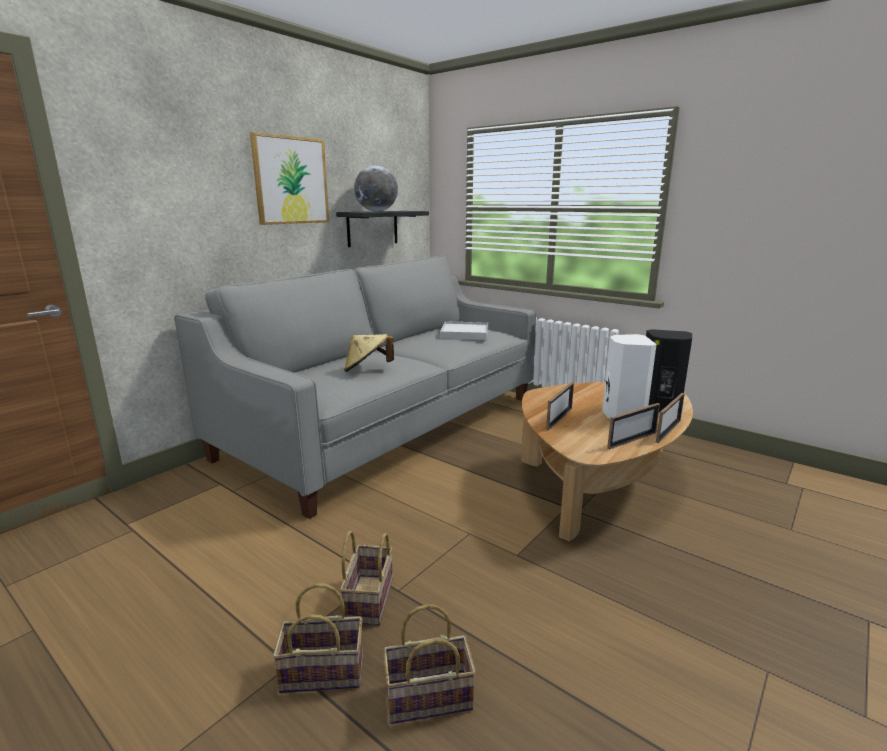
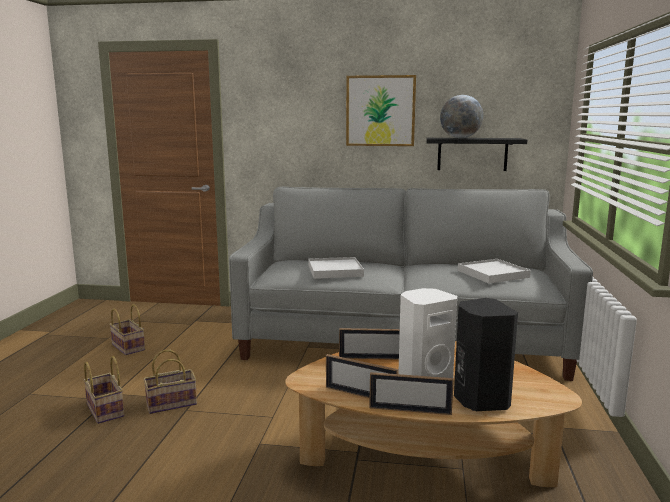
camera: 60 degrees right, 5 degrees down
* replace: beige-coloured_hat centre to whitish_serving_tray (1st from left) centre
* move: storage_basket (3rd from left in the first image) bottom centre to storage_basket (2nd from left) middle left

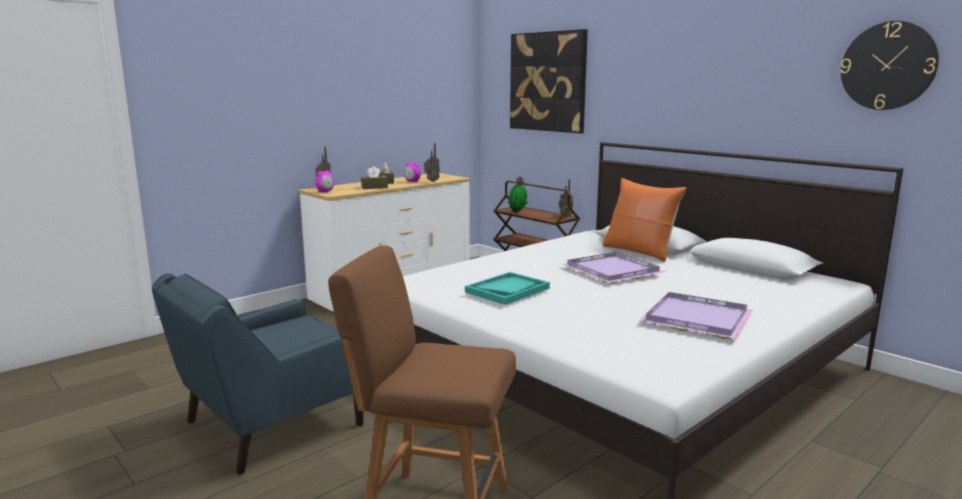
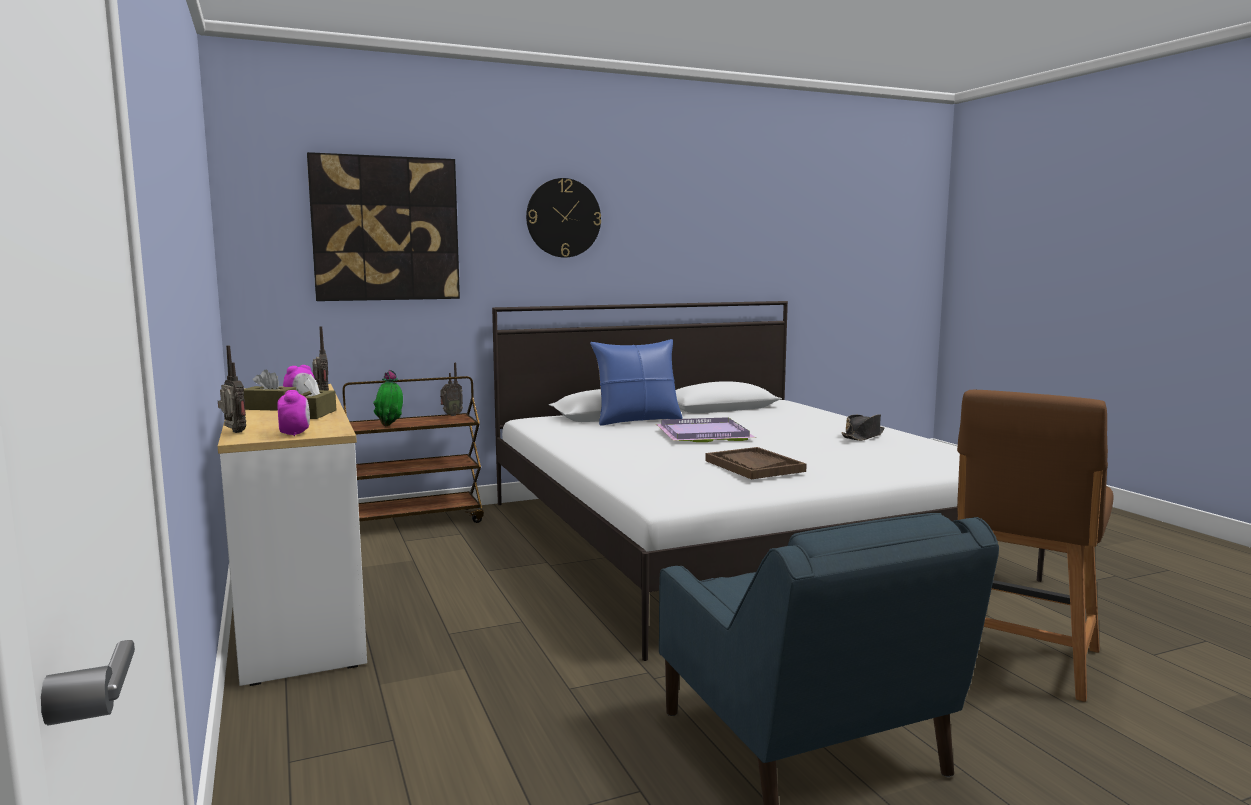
camera: 70 degrees left, 5 degrees down
* move: hanging_clock top right to top centre
* recolor: orangey_pillow middle right to bluish_pillow centre
* recolor: turquoise_serving_tray centre to brown-coloured_serving_tray centre
* replace: purplish_serving_tray (2nd from left) middle right to black-coloured_hat middle right

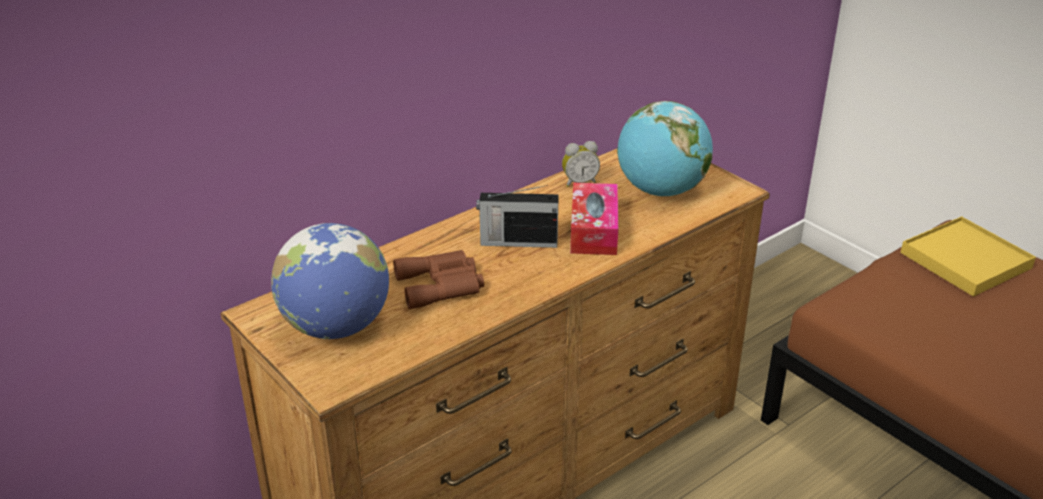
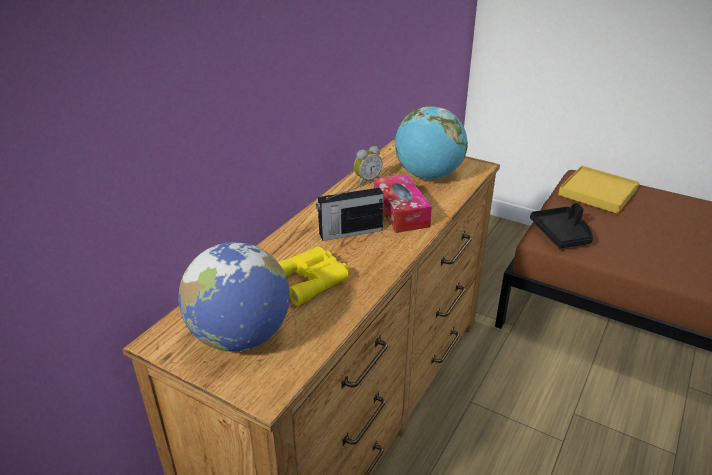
camera: 20 degrees left, 0 degrees up
* recolor: brown-coloured_pair_of_binoculars centre to yellow-coloured_pair_of_binoculars centre
* insert: black-coloured_serving_tray middle right

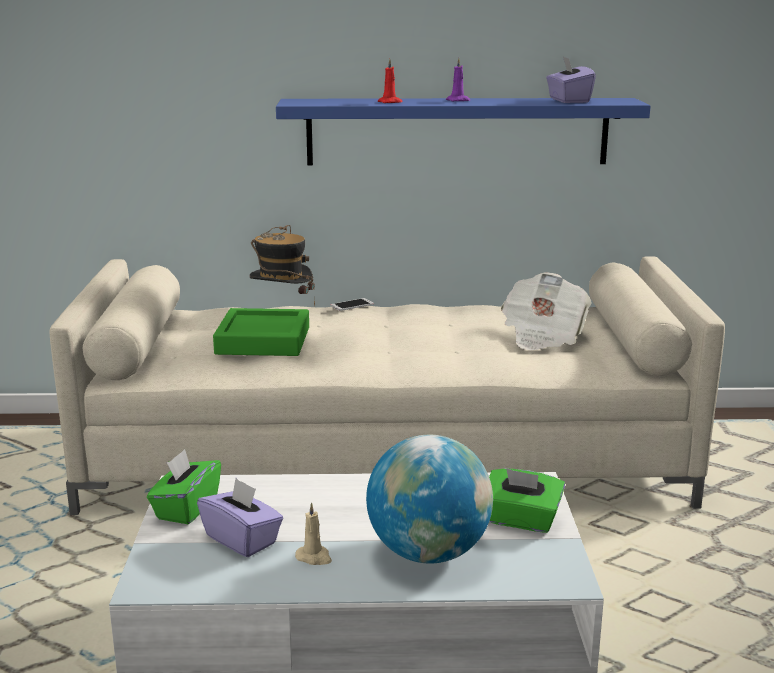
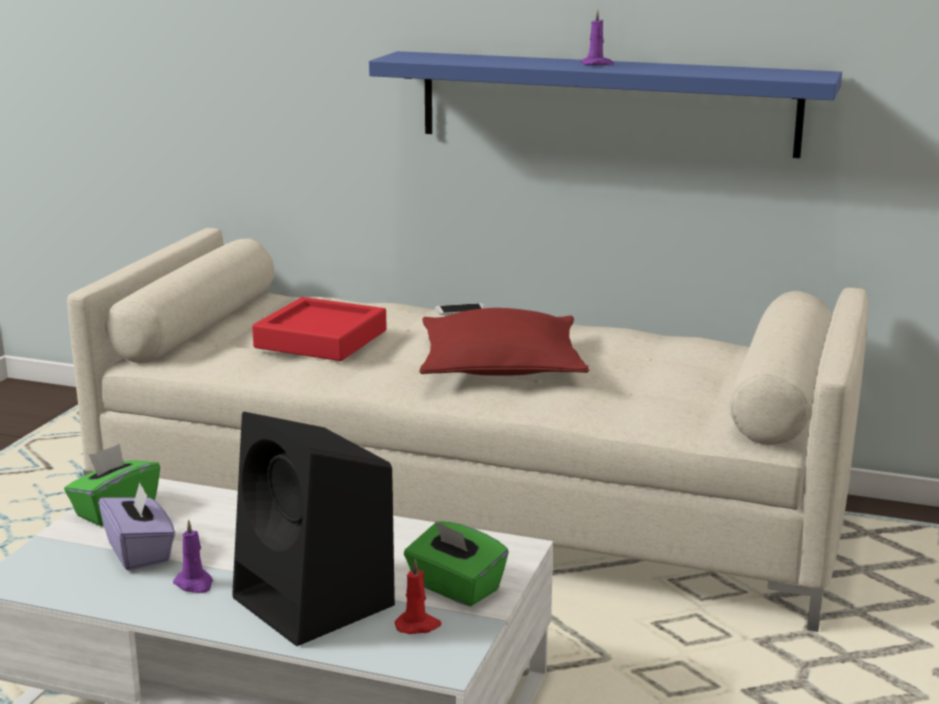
camera: 20 degrees right, 0 degrees up
* delete: purplish_tissue_holder (2nd from left) top right
* move: red_wax_light top centre to bottom centre
* delete: hat centre
* delete: newspaper middle right
* recolor: greenish_serving_tray centre to red_serving_tray centre
* replace: world_globe bottom centre to black-coloured_speaker bottom centre
* recolor: beige-coloured_wax_light bottom centre to purplish_wax_light (1st from left) bottom left
* insert: red_pillow centre

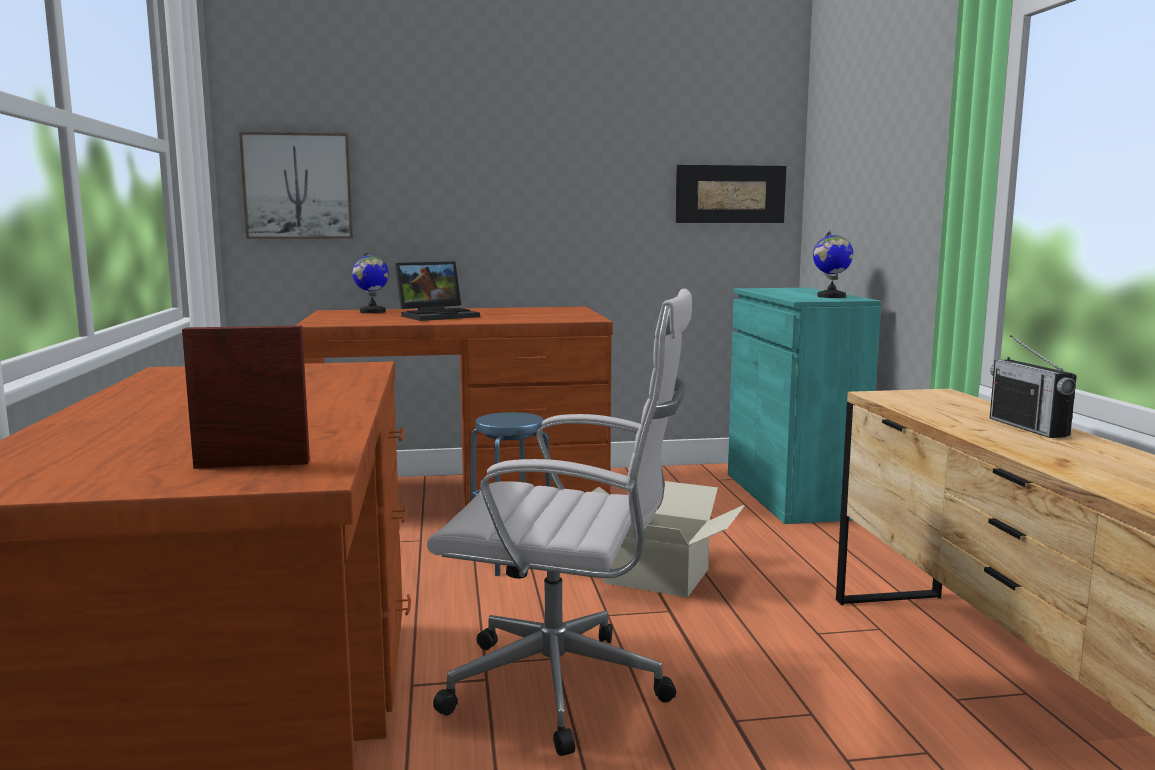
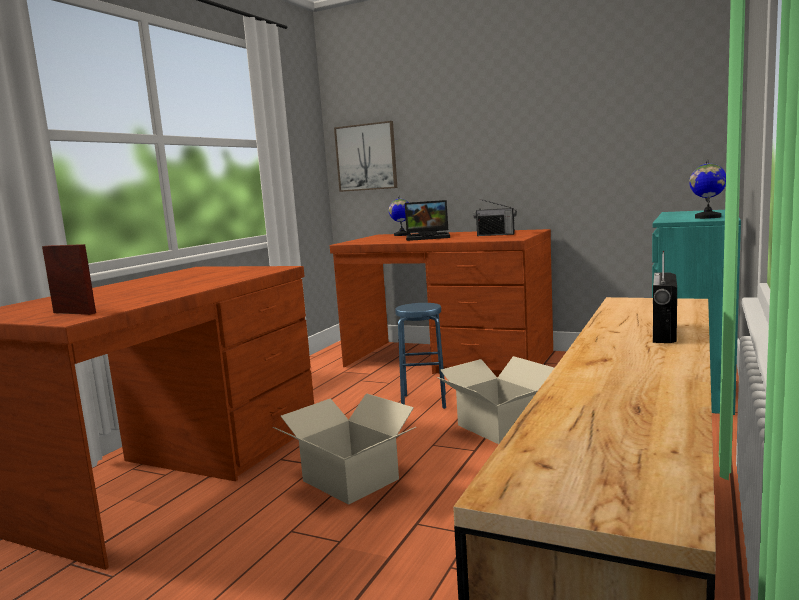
camera: 35 degrees right, 0 degrees up
* delete: picture (2nd from left) top centre
* replace: whitish_office_chair bottom centre to carton (1st from left) bottom centre
* insert: radio_set (1st from left) centre

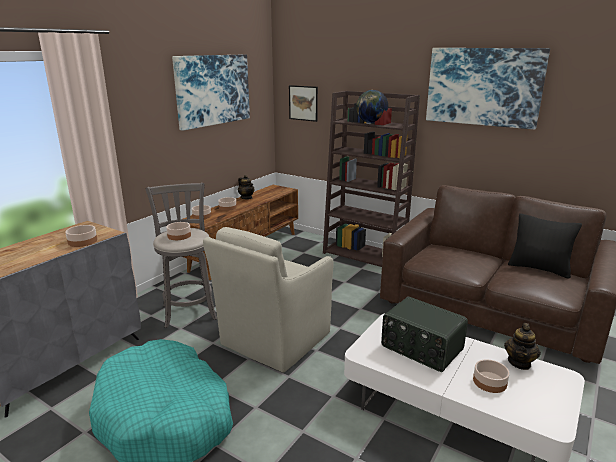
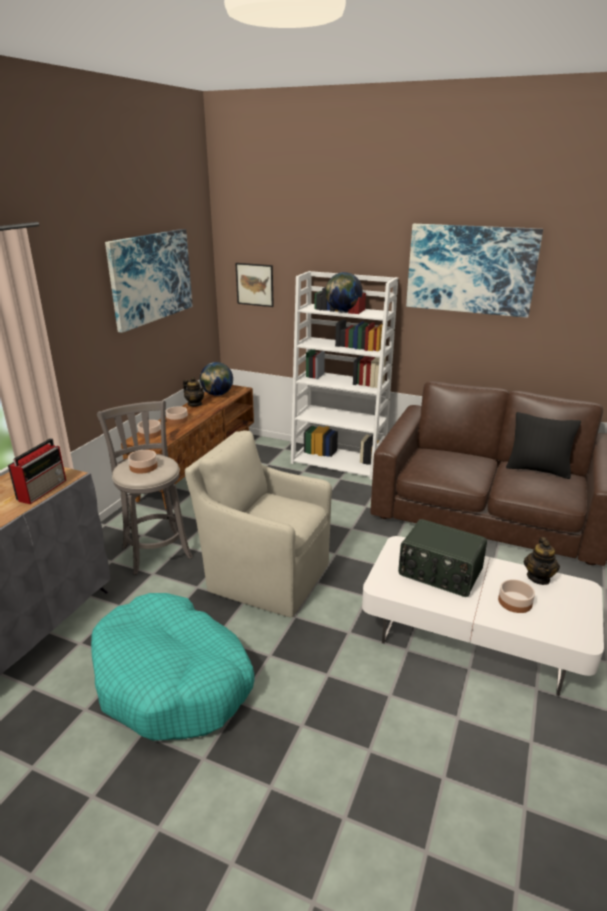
camera: 10 degrees left, 5 degrees up
* recolor: brown-coloured_bookshelf centre to whitish_bookshelf centre
* replace: serving_bowl (1st from left) middle left to radio_set (1st from left) middle left
* rotate: beige-coloured_lounge_chair centre = centre 90 degrees clockwise
* insert: world_globe (1st from left) centre

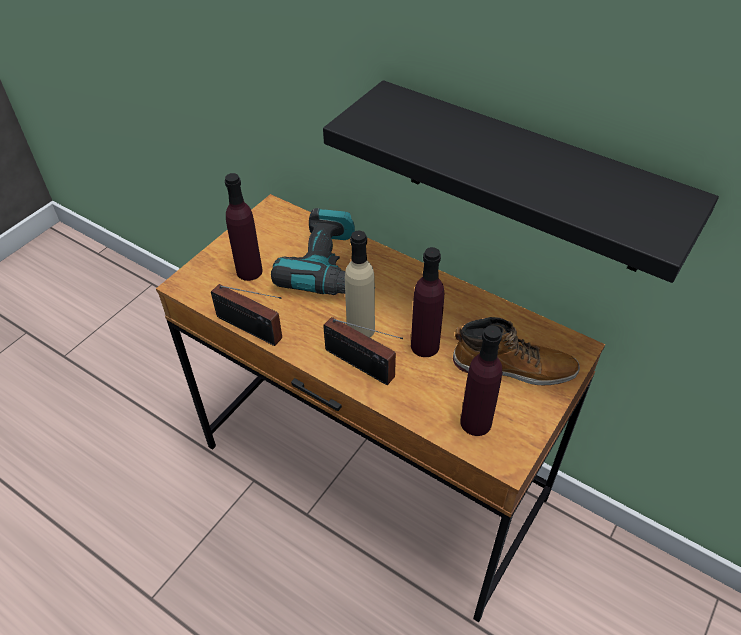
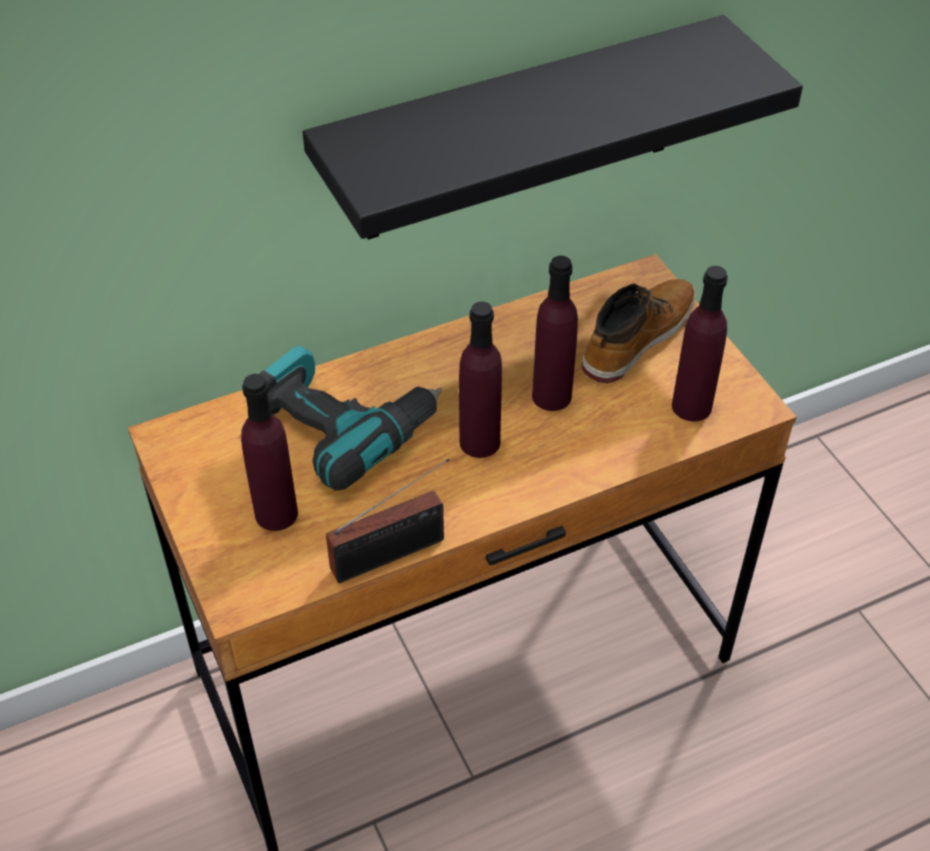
camera: 60 degrees left, 0 degrees up
* recolor: beige-coloured_beverage_bottle centre to purplish_beverage_bottle (2nd from left) centre
* delete: radio_set (2nd from left) centre

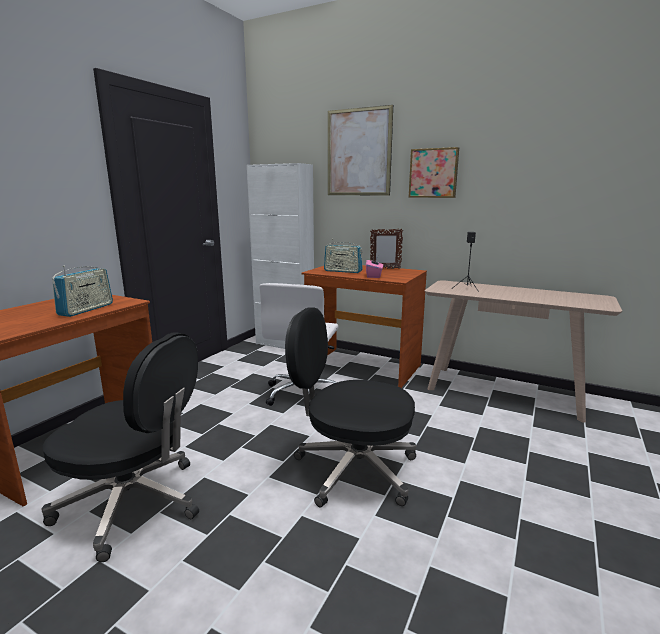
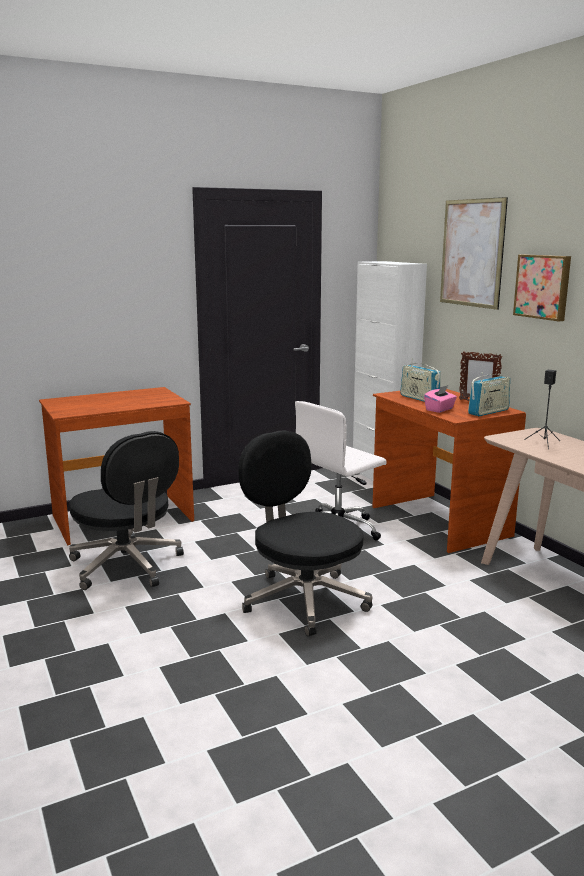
camera: 35 degrees right, 0 degrees up
* move: radio_set (1st from left in the first image) middle left to radio_set (2nd from left) middle right

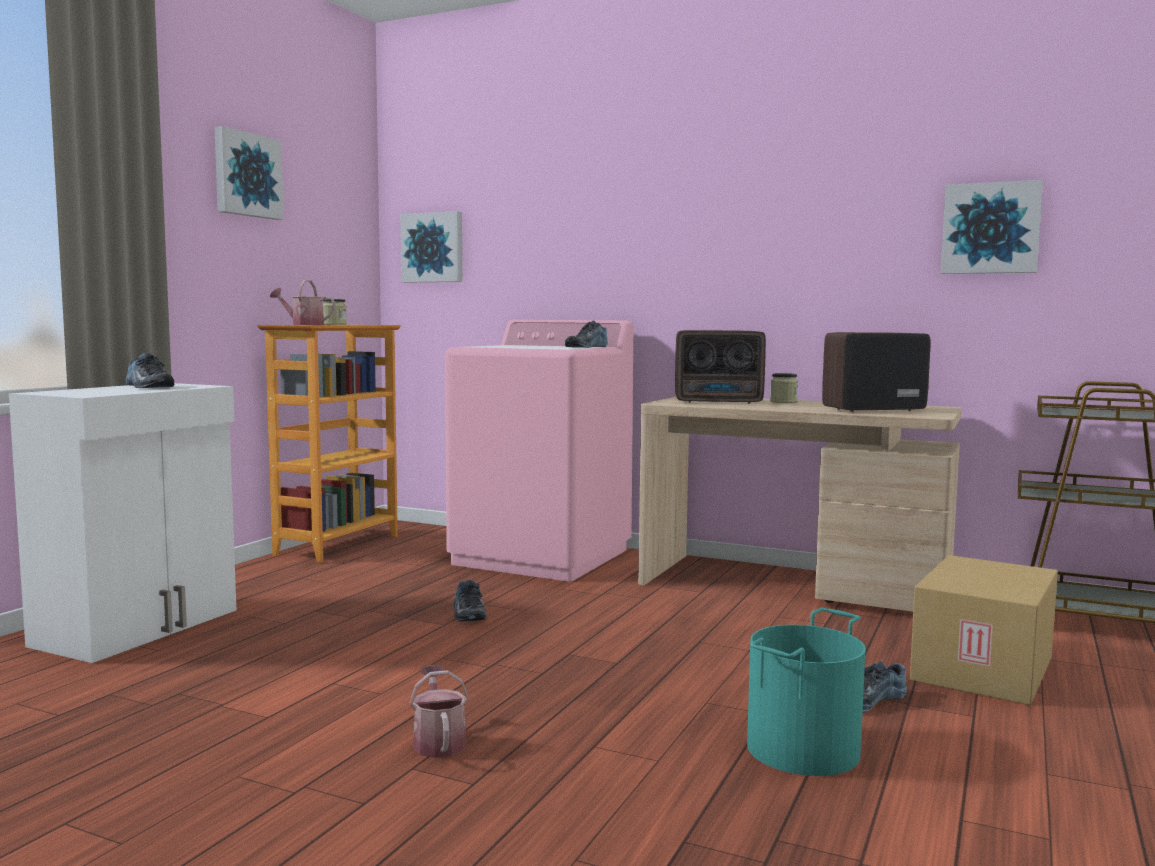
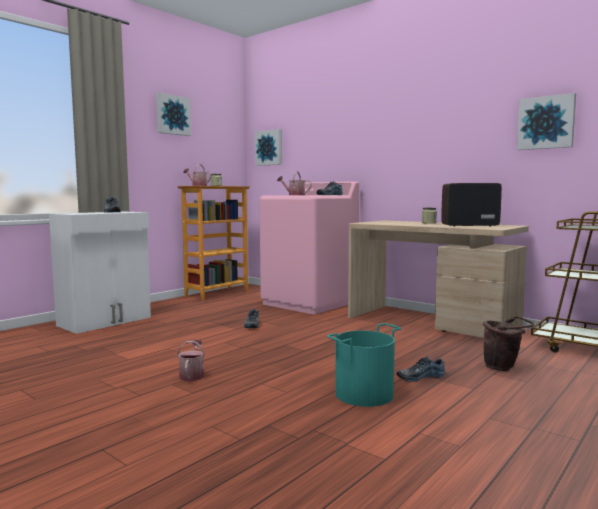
camera: 15 degrees right, 0 degrees up
* delete: radio_set (1st from left) centre
* replace: carton bottom right to brown-coloured_bucket bottom right
* insert: watering_pot (3rd from left) centre

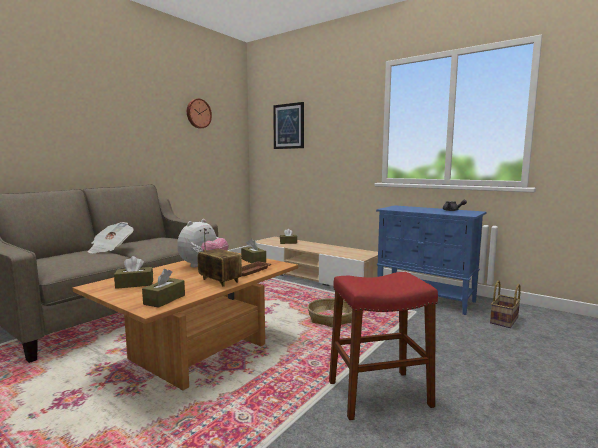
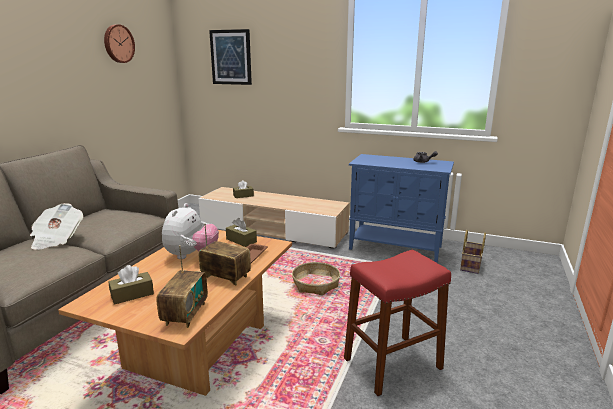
camera: 15 degrees left, 10 degrees up
* replace: brown-coloured_tissue_holder (2nd from left) middle left to radio_set (1st from left) bottom left

